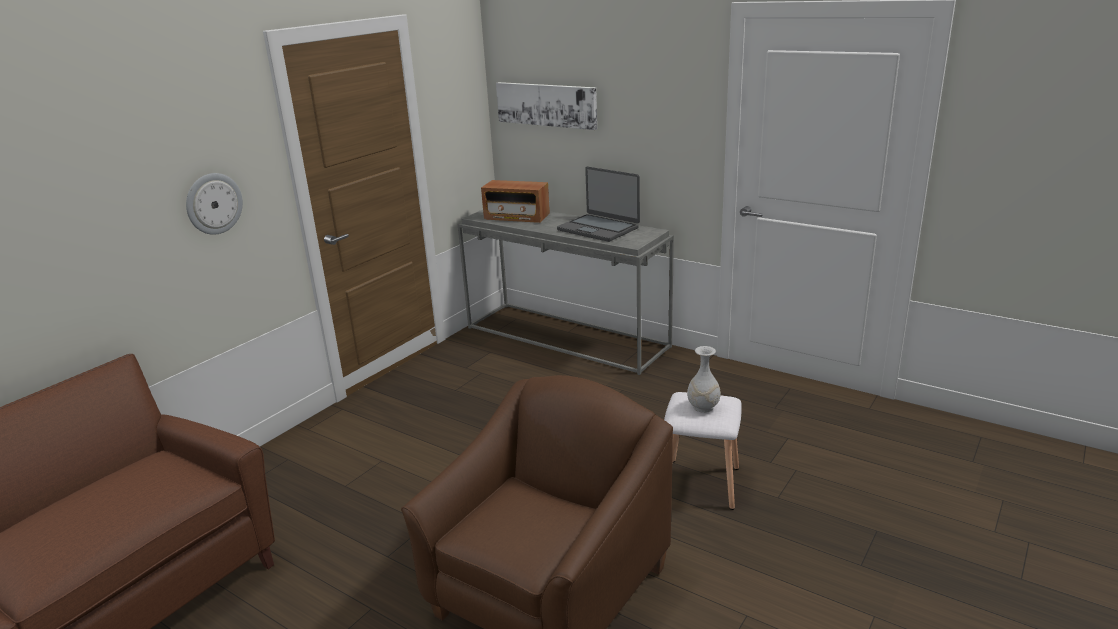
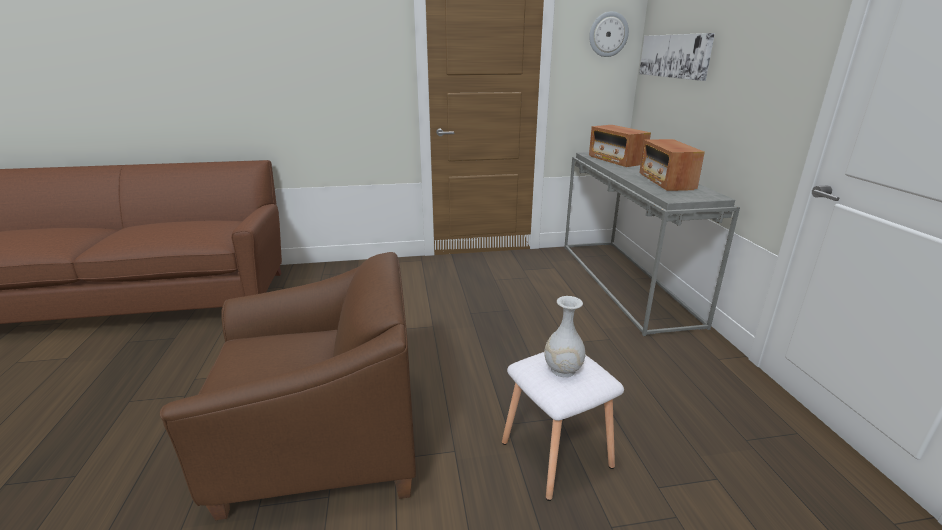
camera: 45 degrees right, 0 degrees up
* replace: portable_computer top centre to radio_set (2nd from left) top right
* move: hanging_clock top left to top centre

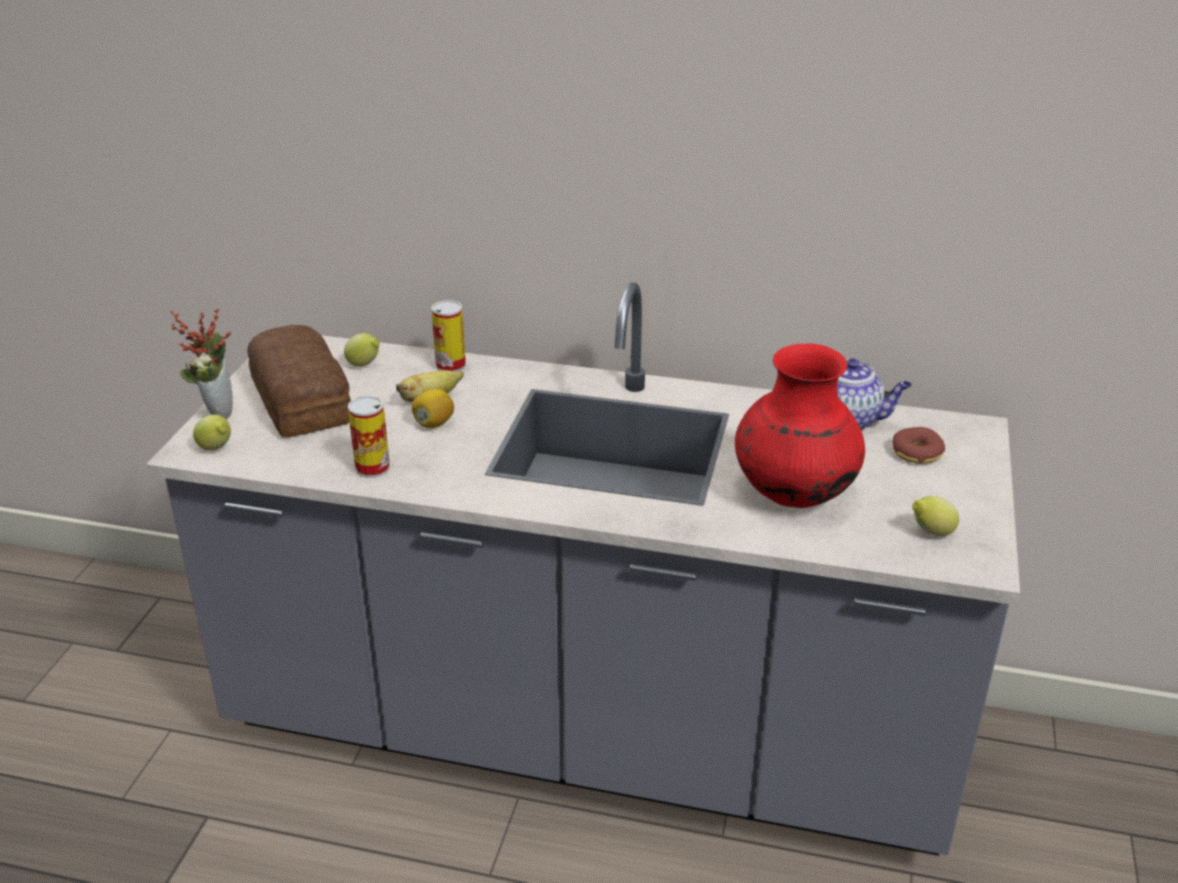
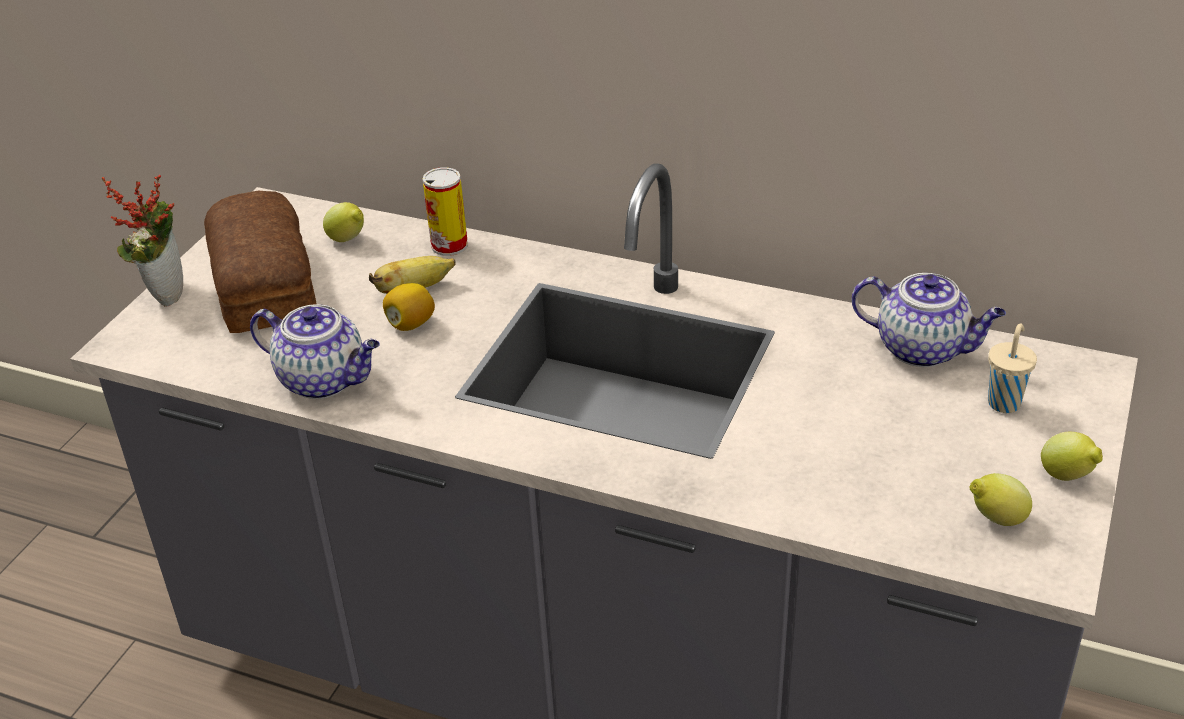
camera: 10 degrees right, 5 degrees up
* delete: red_flower_vase middle right
* replace: can (1st from left) middle left to teapot (1st from left) middle left
* move: lemon (1st from left in the first image) middle left to lemon (4th from left) middle right
* replace: ring_doughnut middle right to beige-coloured_small_cup middle right

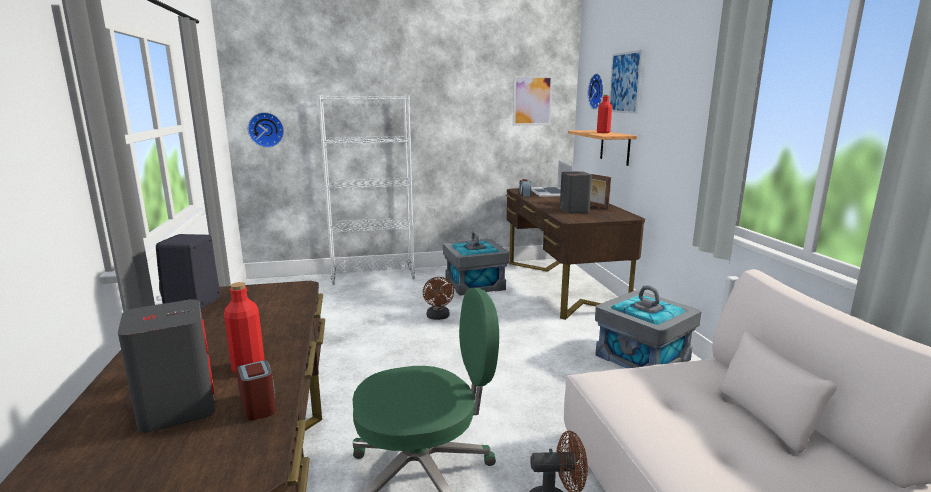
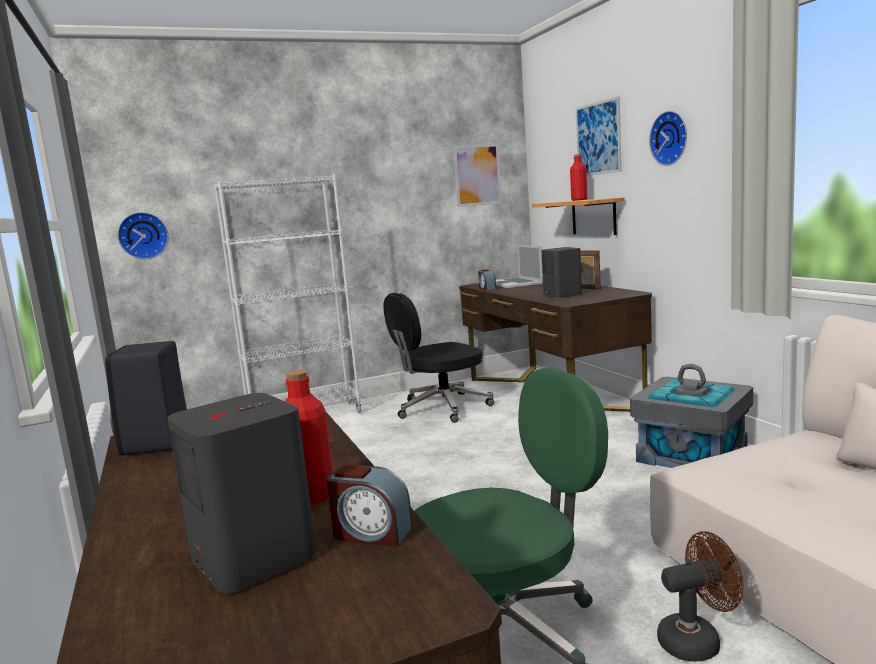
camera: 10 degrees left, 5 degrees down
* move: hanging_clock (2nd from left) top centre to top right
* replace: greyish_storage_bin (1st from left) centre to black-coloured_office_chair centre
* delete: brown-coloured_fan (1st from left) centre
* rotate: table_clock (1st from left) bottom left = bottom centre 150 degrees clockwise

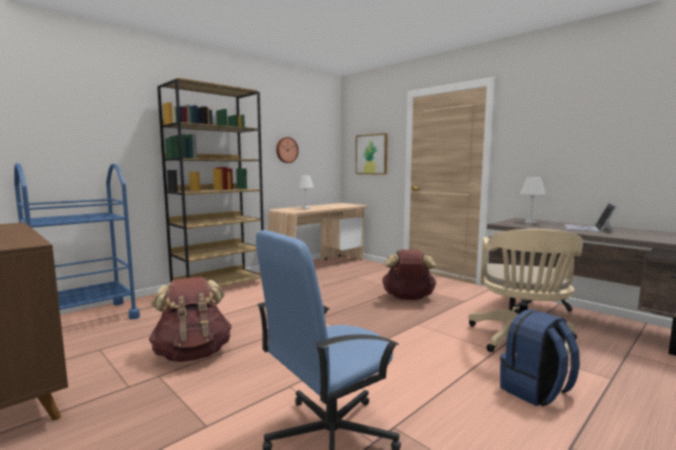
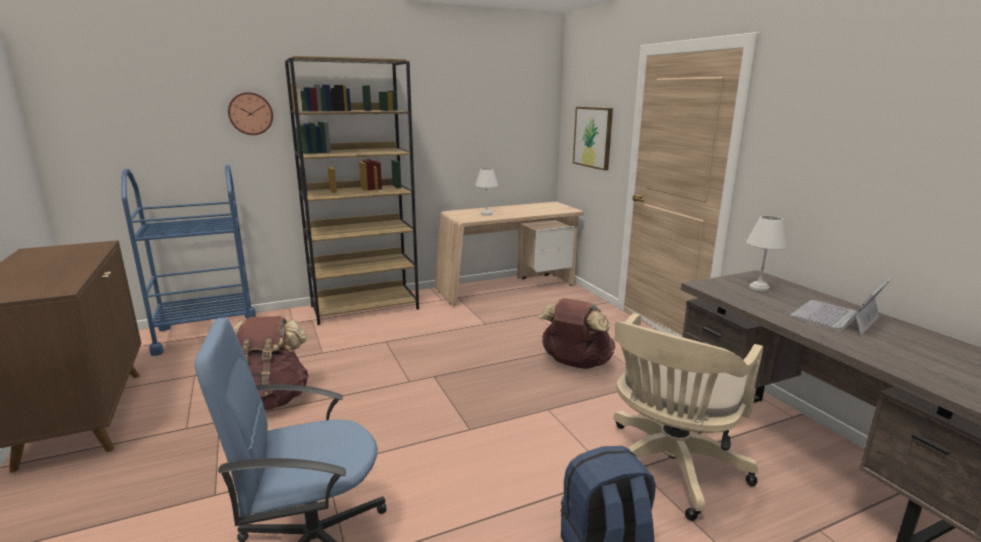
camera: 20 degrees right, 10 degrees up
* move: hanging_clock centre to top left

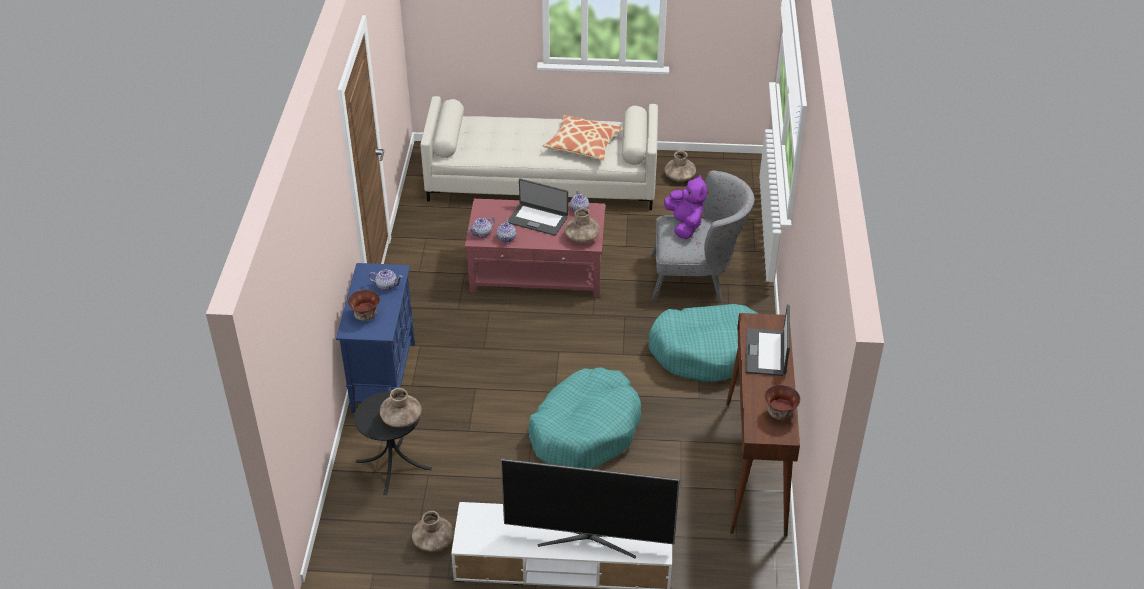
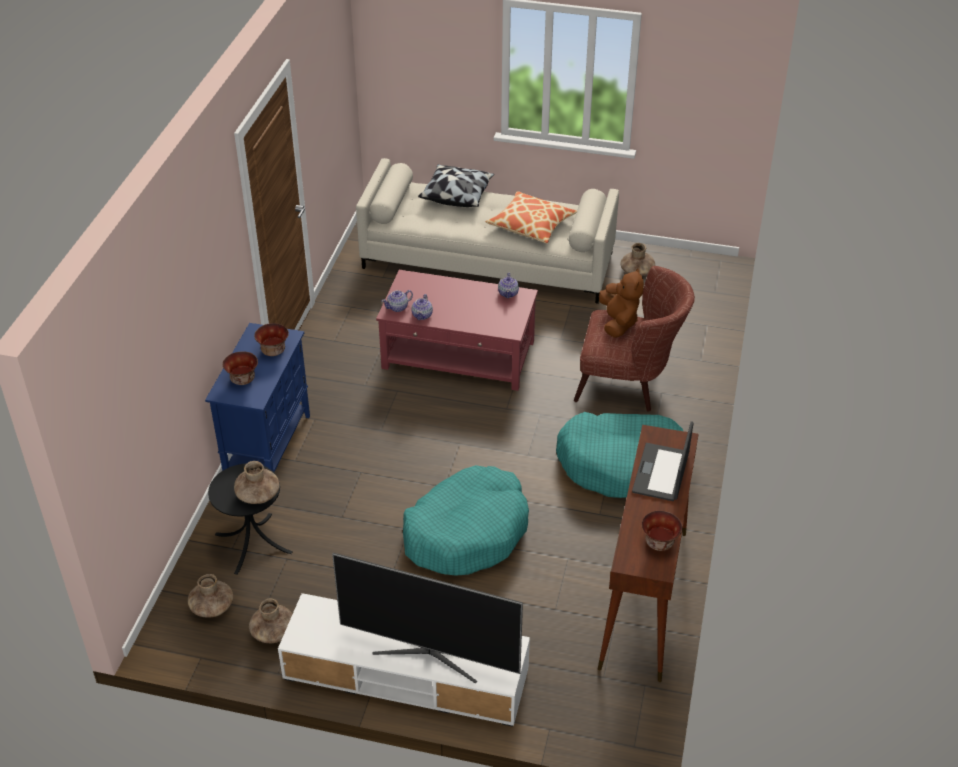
camera: 10 degrees right, 0 degrees up
* recolor: greyish_lounge_chair centre to brown-coloured_lounge_chair centre
* recolor: purplish_soft_toy centre to brown-coloured_soft_toy centre
* delete: portable_computer (1st from left) centre
* move: brown-coloured_flower_vase (3rd from left in the first image) centre to brown-coloured_flower_vase (1st from left) bottom left
* replace: teapot (1st from left) centre to serving_bowl (2nd from left) middle left
* insert: pillow (1st from left) top centre

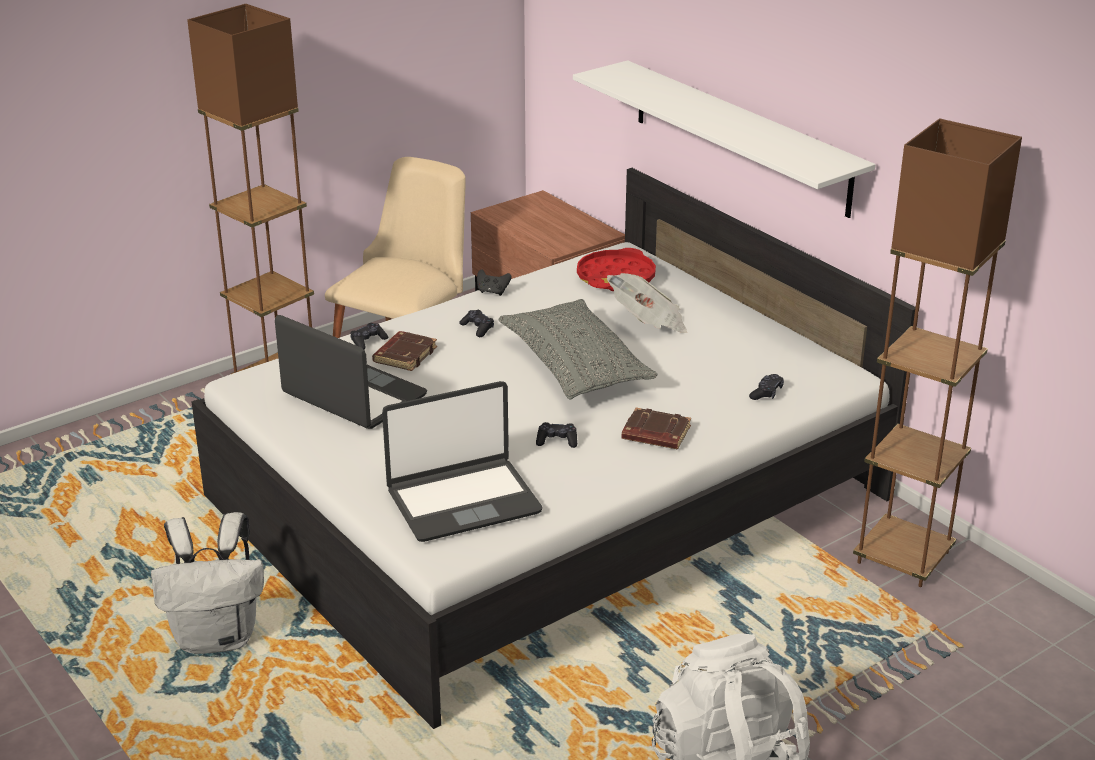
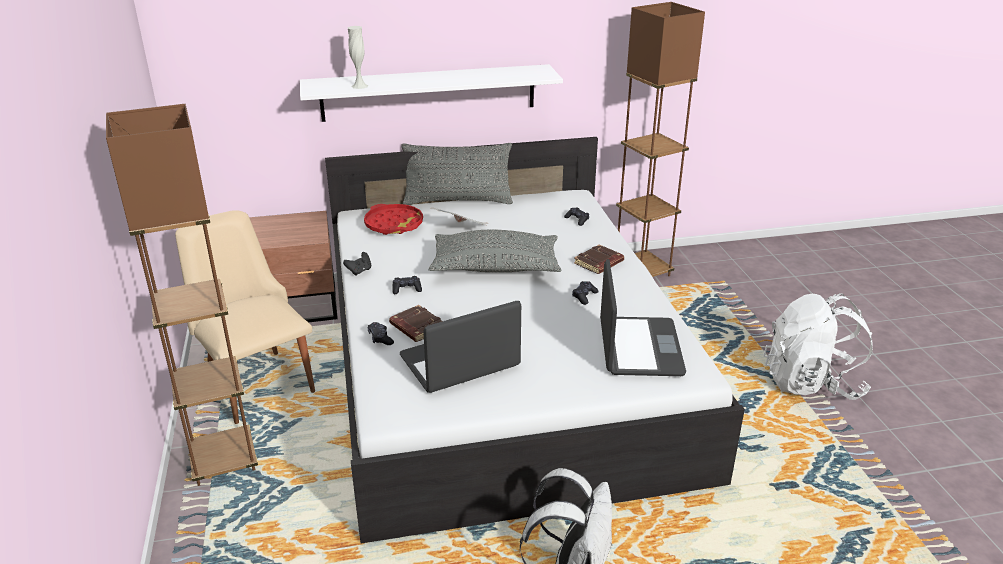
camera: 65 degrees left, 0 degrees up
* insert: whitish_flower_vase top centre
* insert: greyish_pillow (1st from left) top centre

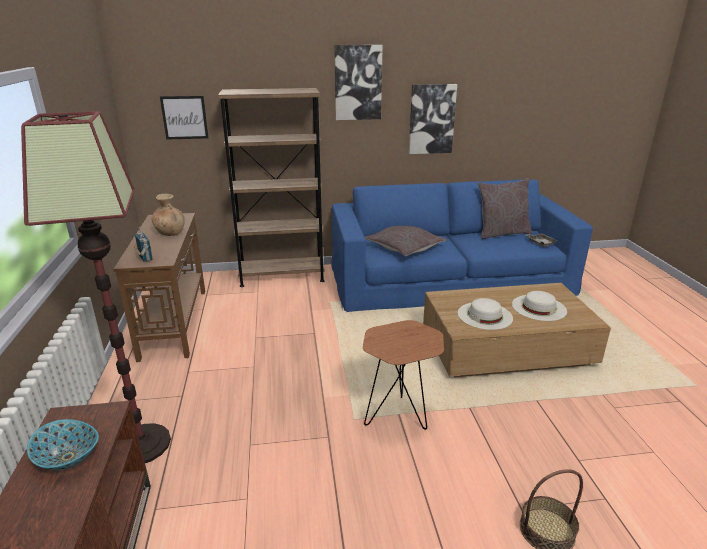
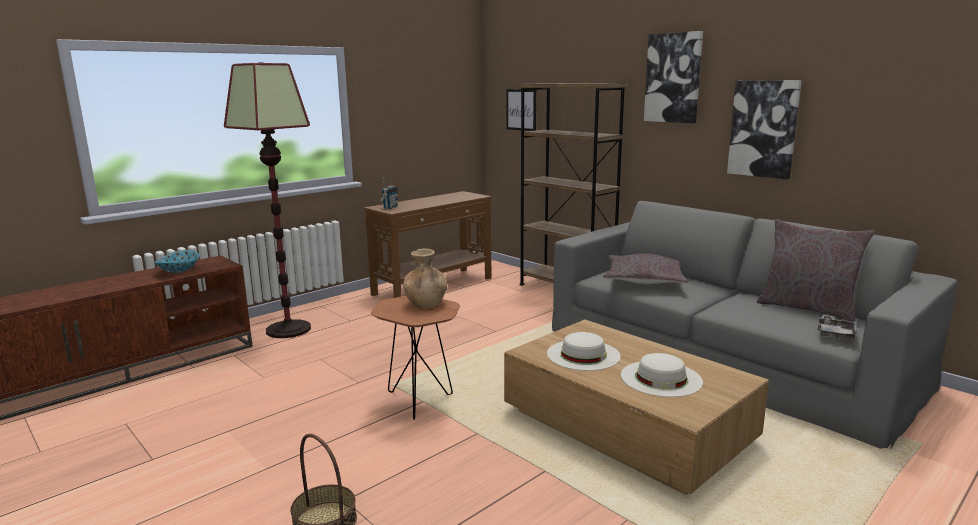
camera: 55 degrees right, 10 degrees down
* recolor: bluish_settee centre to greyish_settee middle right
* move: brown-coloured_flower_vase middle left to centre

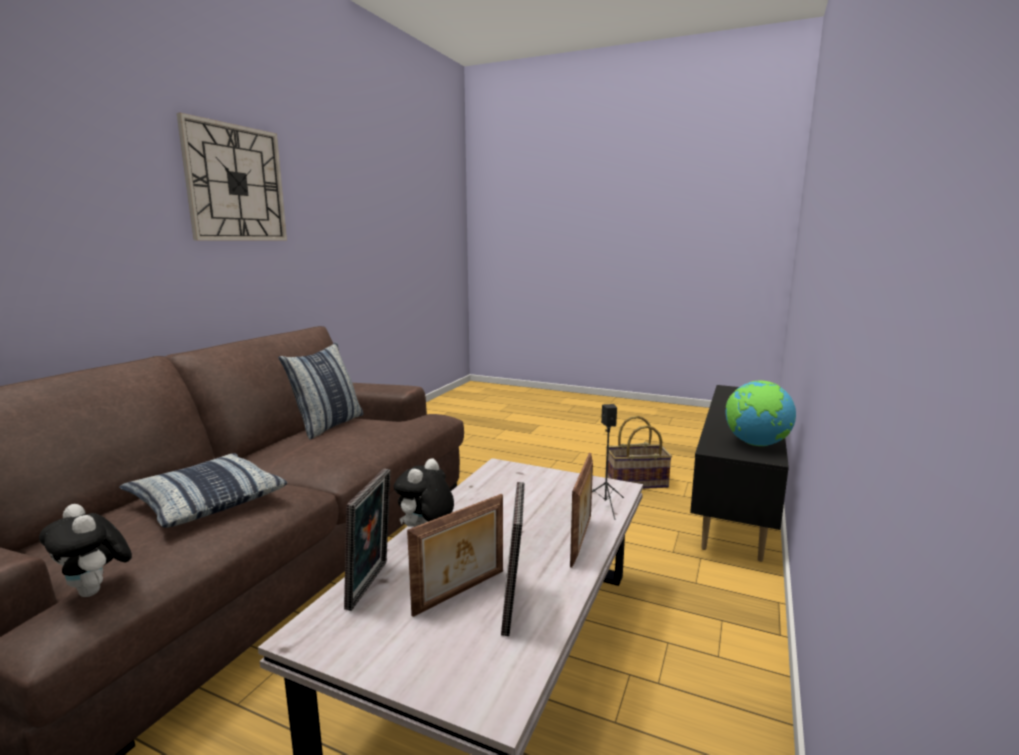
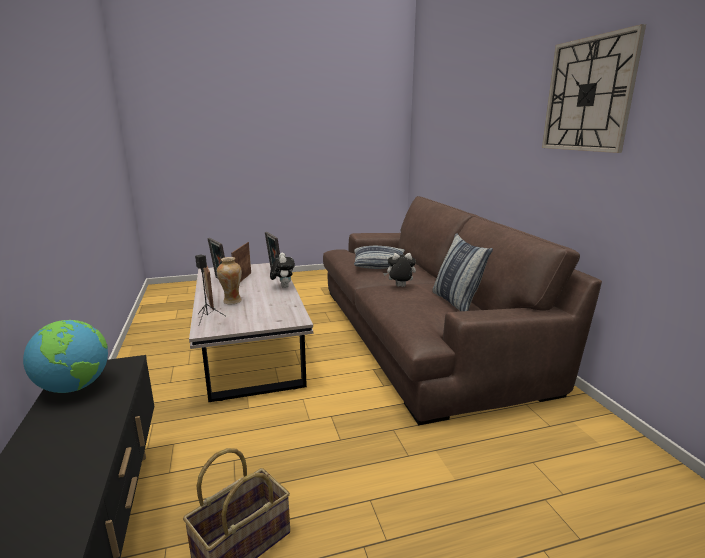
camera: 140 degrees right, 5 degrees up
* move: soft_toy (1st from left in the first image) bottom left to soft_toy (2nd from left) centre
* insert: flower_vase middle left

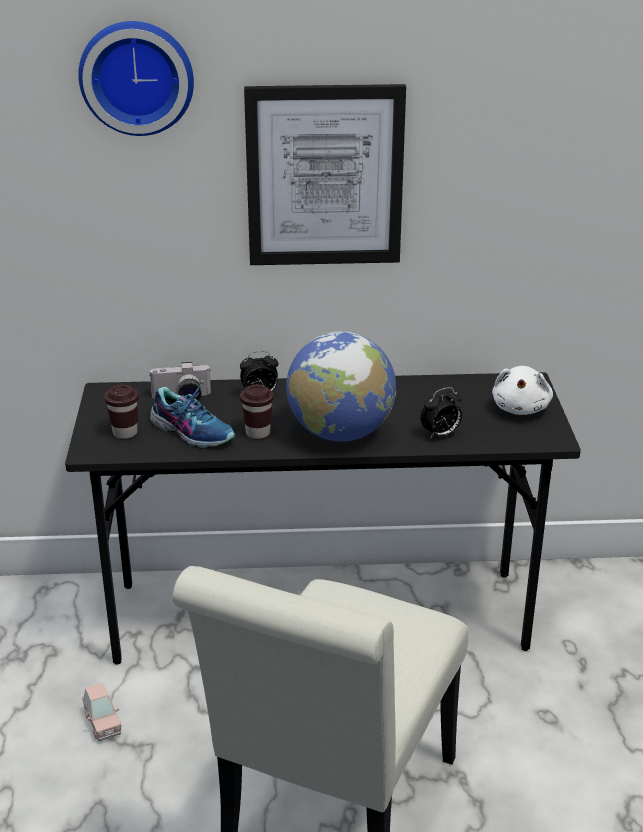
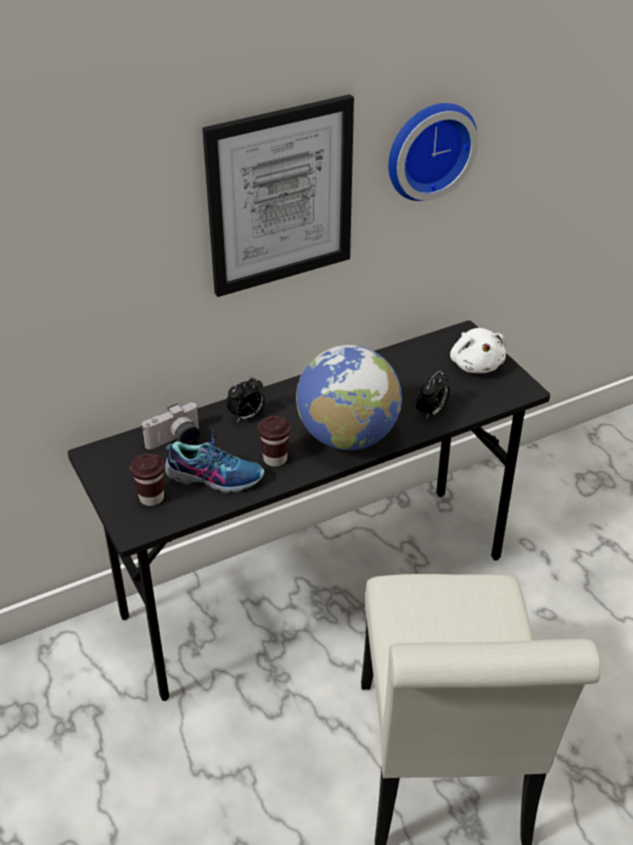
camera: 25 degrees left, 10 degrees up
* move: hanging_clock top left to top right
* delete: pink-coloured_toy_car bottom left

